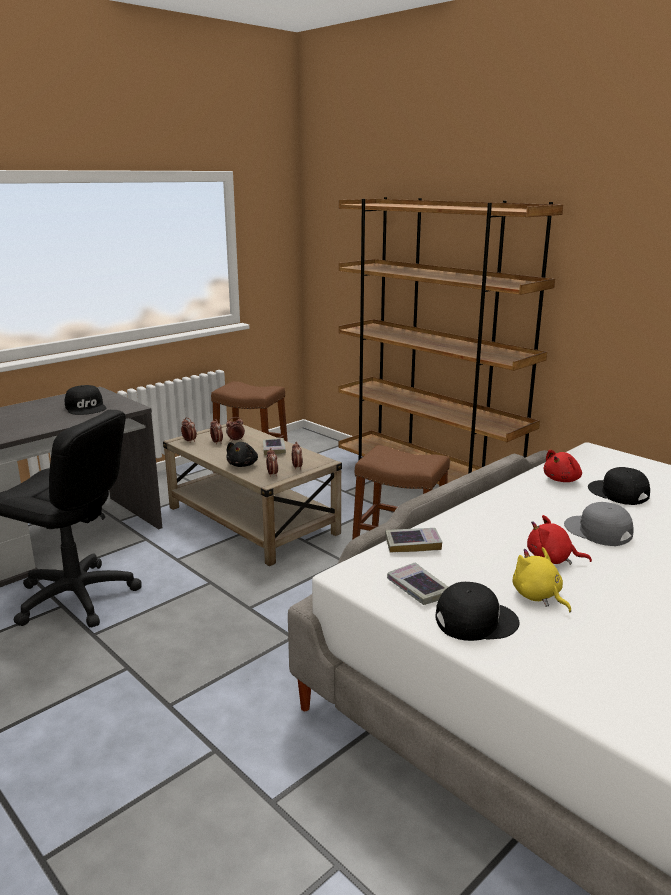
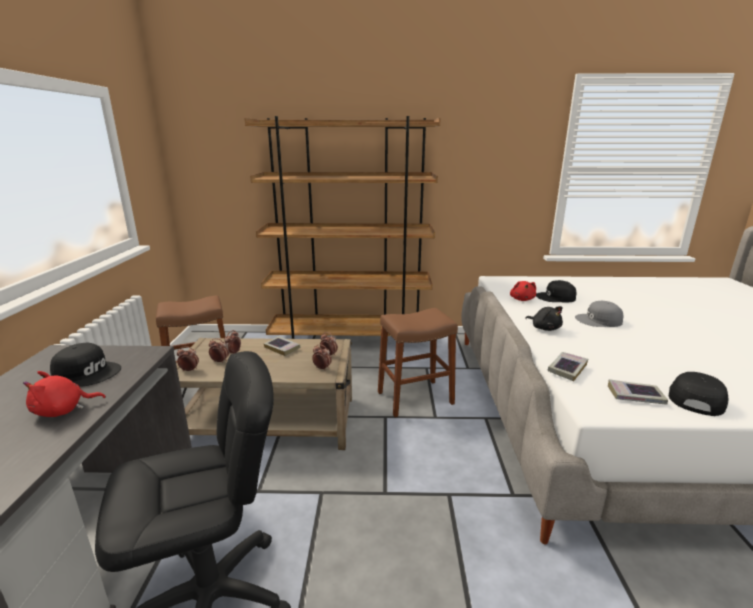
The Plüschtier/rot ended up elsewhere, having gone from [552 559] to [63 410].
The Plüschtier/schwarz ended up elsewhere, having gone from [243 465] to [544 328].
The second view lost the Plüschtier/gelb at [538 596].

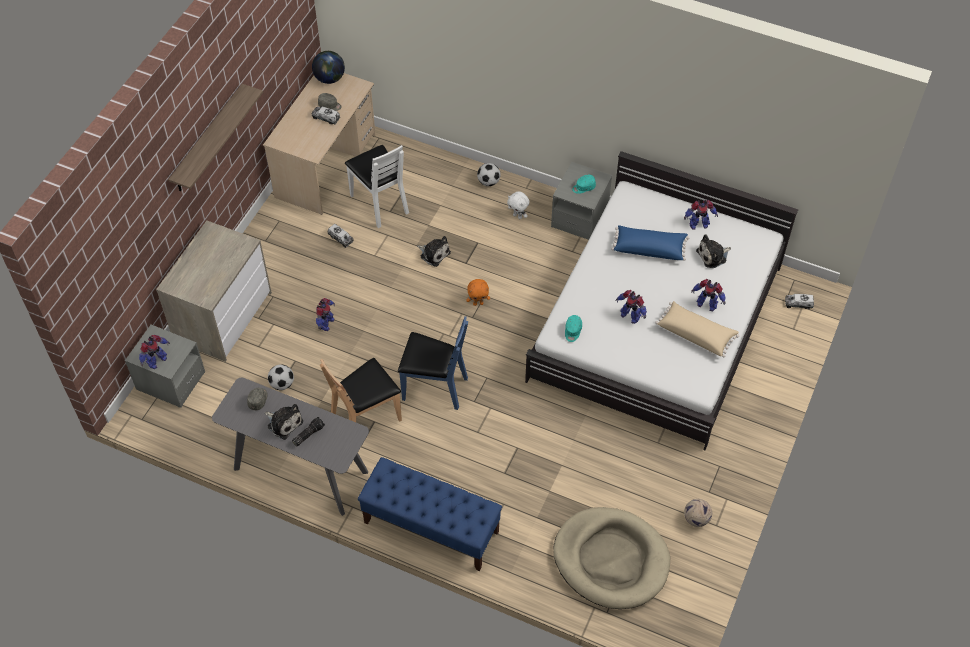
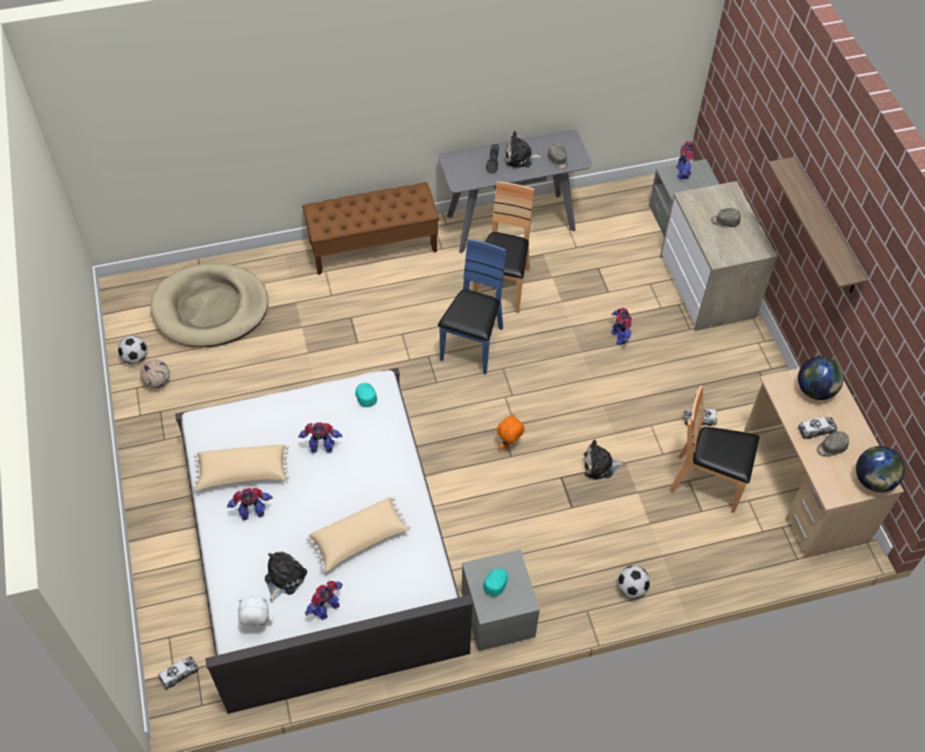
The Fußball ended up elsewhere, having gone from [282 384] to [135 358].
The Plüschtier/weiß ended up elsewhere, having gone from [518 216] to [257 624].
What was the Bank/blau at [431 527] turned into the Bank/braun at [373 246].
What was the Kissen/blau at [649 248] turned into the Kissen/beige at [359 539].
The Stuhl/blau at [434 387] ended up facing another way, 135 degrees clockwise from before.
What was the Stuhl/weiß at [380 203] turned into the Stuhl/braun at [707 482].
The second view gained the Kappe/grau at [725 221].
The second view gained the Globus at [815 390].

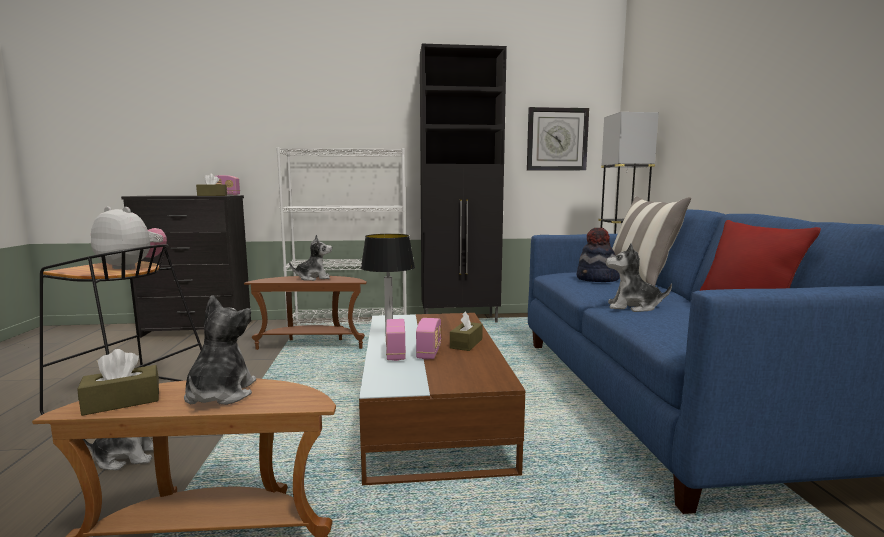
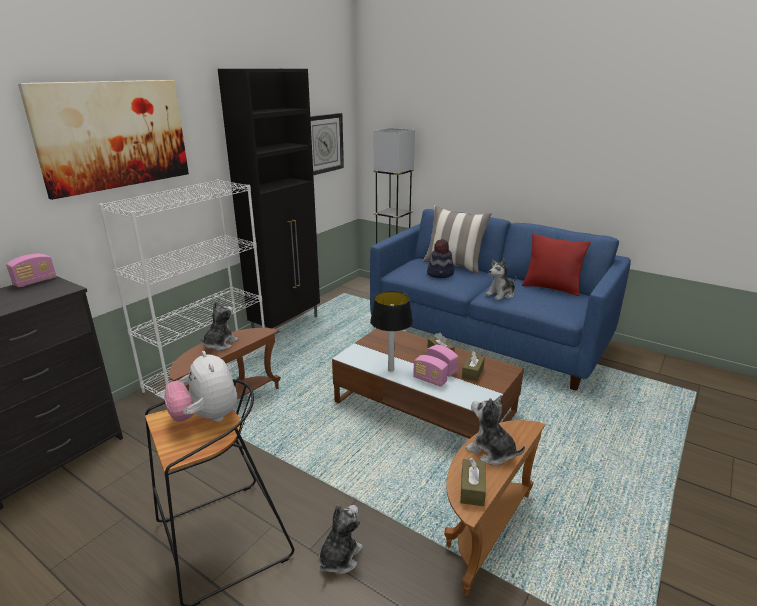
The second view gained the Bild at [114 135].
The Plüschtier at [132 267] ended up facing another way, 90 degrees counterclockwise from before.
The Taschentuchbox/braun ended up elsewhere, having gone from [212 195] to [472 373].

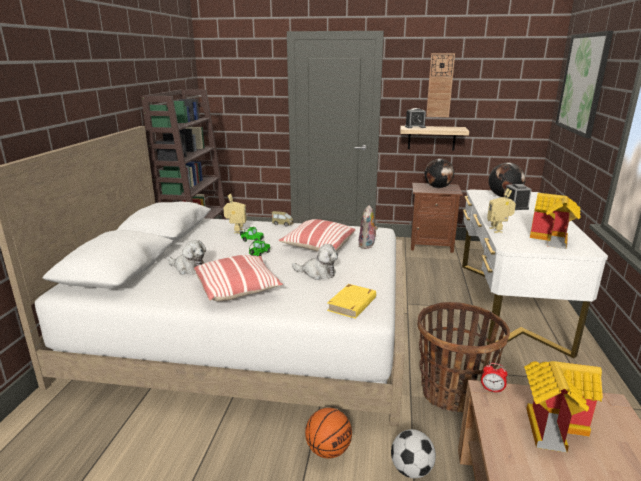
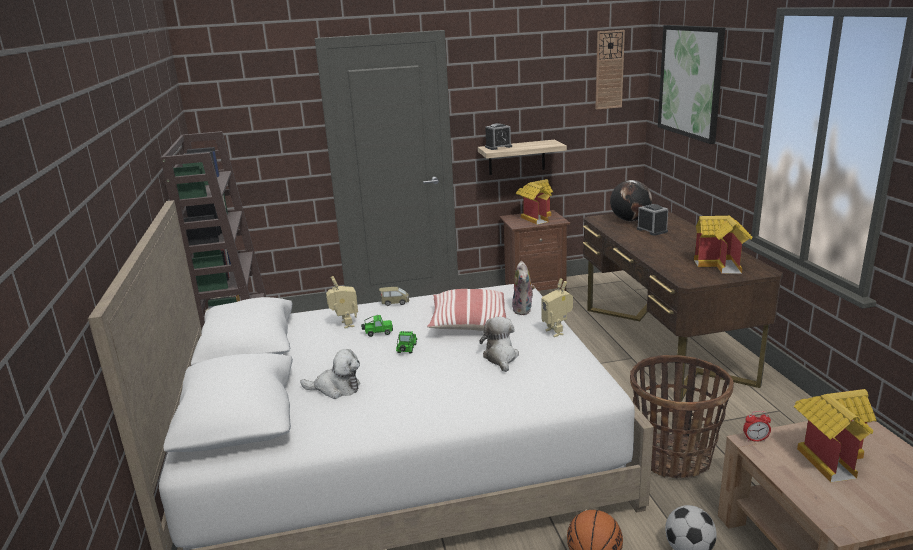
The Plüschtier at [317 273] ended up facing another way, 90 degrees counterclockwise from before.
Where the Globus stood at [438 187], the Spielzeughaus came to stand at [535 218].
The Spielzeugroboter ended up elsewhere, having gone from [498 230] to [557 331].
What was the Schreibtisch/weiß at [509 304] turned into the Schreibtisch/braun at [663 343].
The Wanduhr ended up elsewhere, having gone from [440 85] to [609 70].
The second view lost the Kissen at [238 289].
The second view lost the Buch/gelb at [352 304].

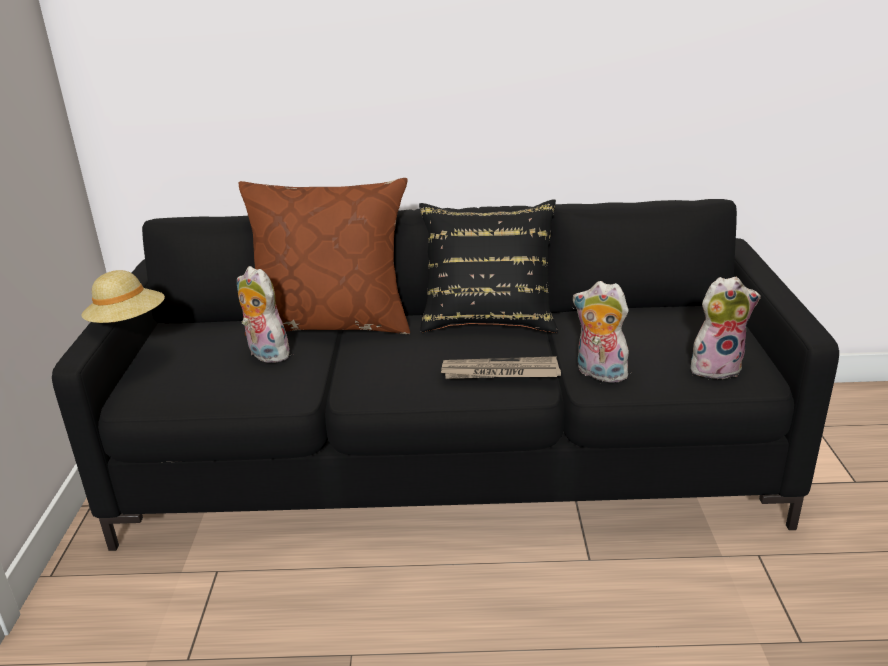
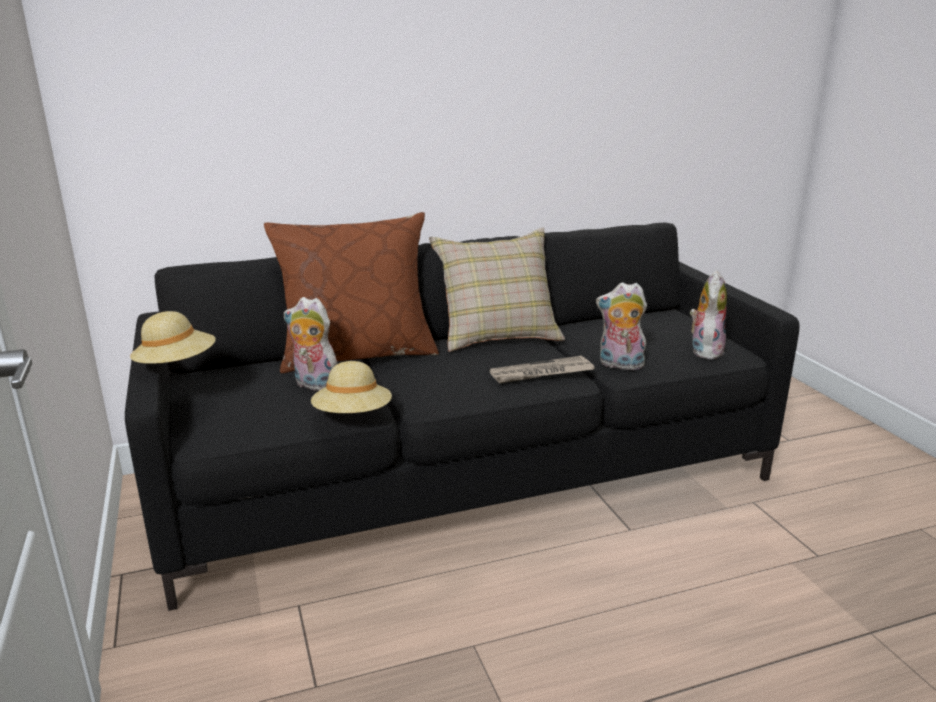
The second view gained the Hut/beige at [353 416].
What was the Kissen/schwarz at [488 317] turned into the Kissen/beige at [497 335].
The Plüschtier at [716 367] ended up facing another way, 45 degrees counterclockwise from before.

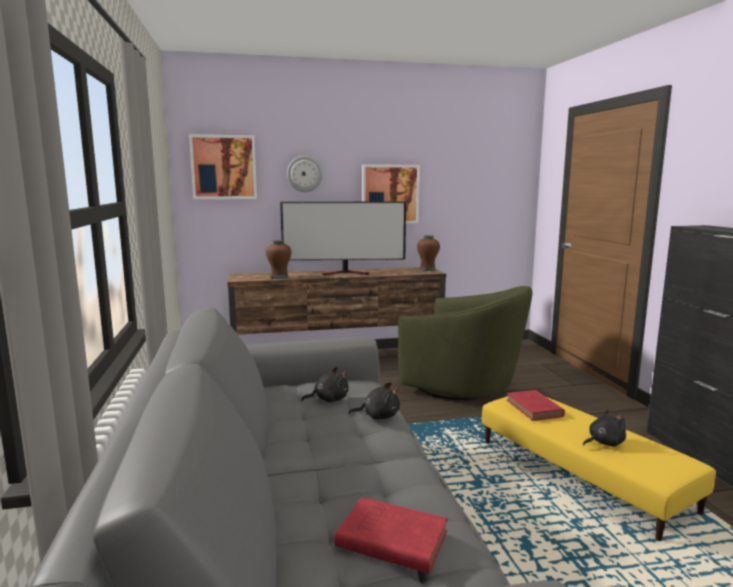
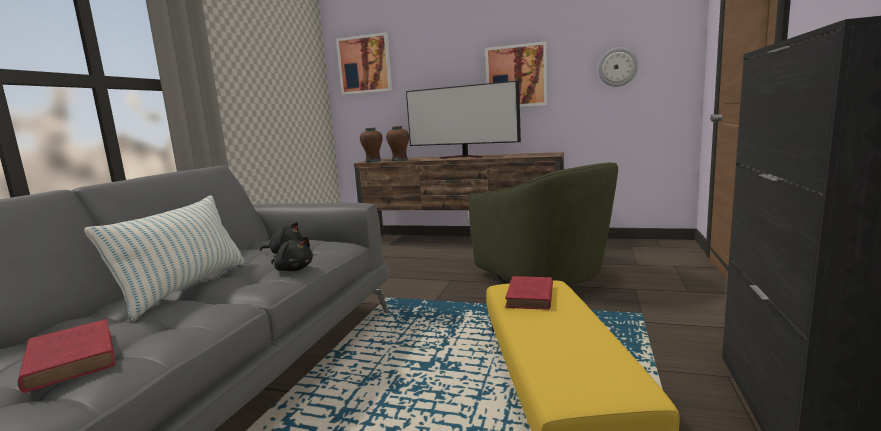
The second view gained the Kissen at [186 287].
The Vase/braun ended up elsewhere, having gone from [427 269] to [373 161].
The Wanduhr ended up elsewhere, having gone from [304 174] to [617 67].
The second view lost the Plüschtier/schwarz at [604 442].

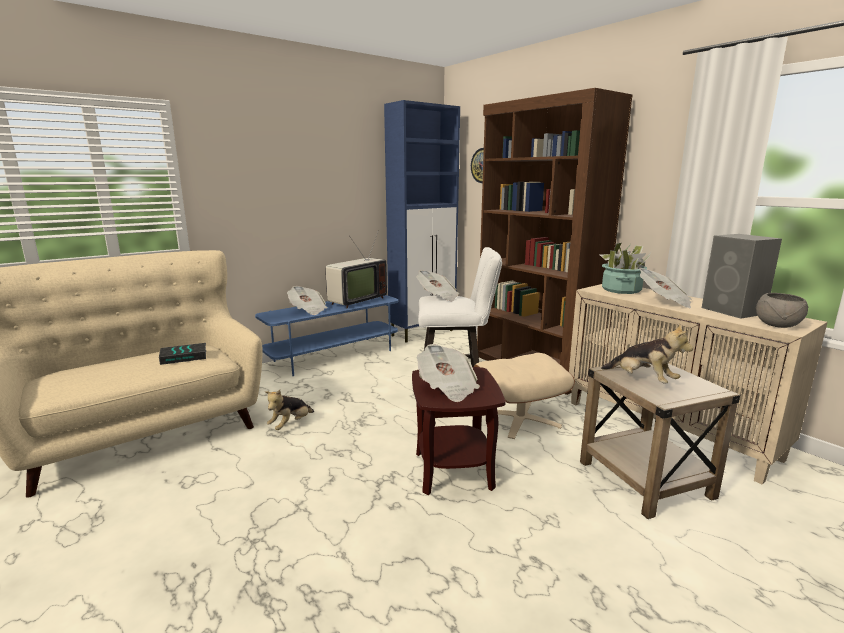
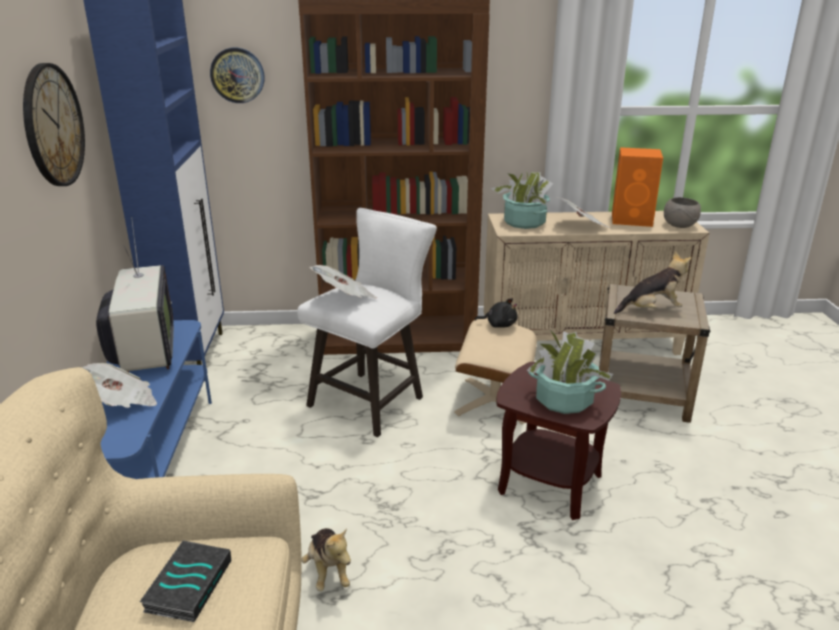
The second view gained the Wanduhr at [53 125].
The second view gained the Plüschtier/schwarz at [499 325].
Where the Zeitung stood at [447 388], the Topfpflanze came to stand at [564 400].
What was the Lautsprecher/grau at [734 311] turned into the Lautsprecher/orange at [633 220].

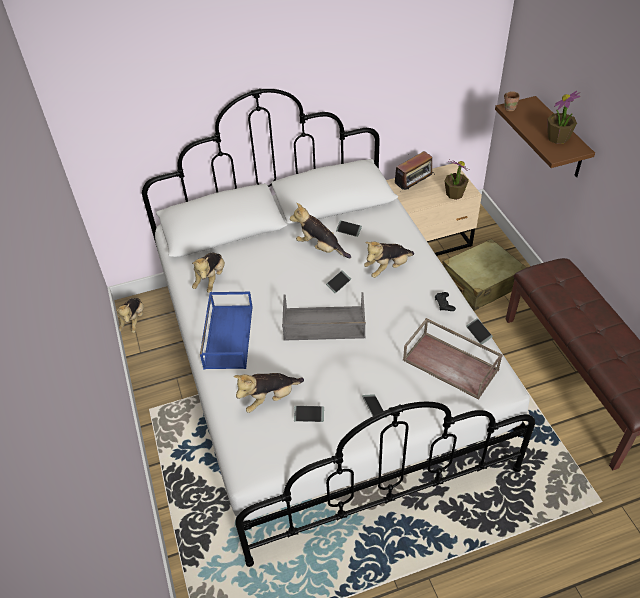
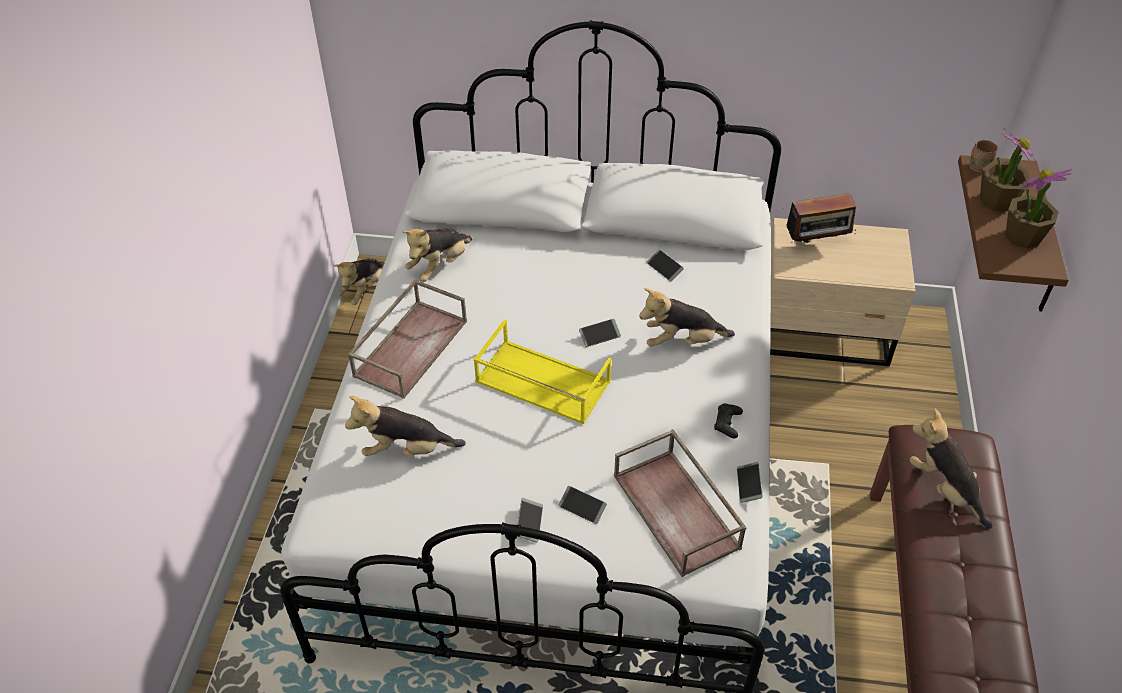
What was the Tablett/blau at [228 336] turned into the Tablett/braun at [410 347].
What was the Tablett/grau at [323 324] turned into the Tablett/gelb at [541 382].
The Handy ended up elsewhere, having gone from [309 415] to [582 507].
The Plüschtier ended up elsewhere, having gone from [320 248] to [944 489].
The Topfpflanze ended up elsewhere, having gone from [454 194] to [996 201].
The second view lost the Koffer/beige at [480 283].

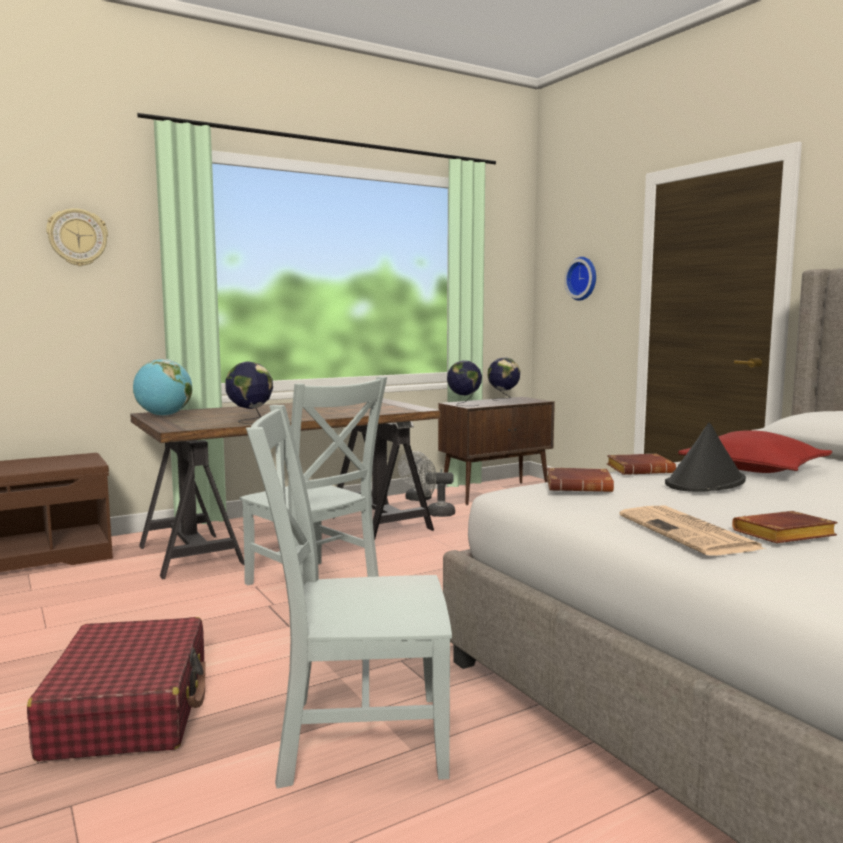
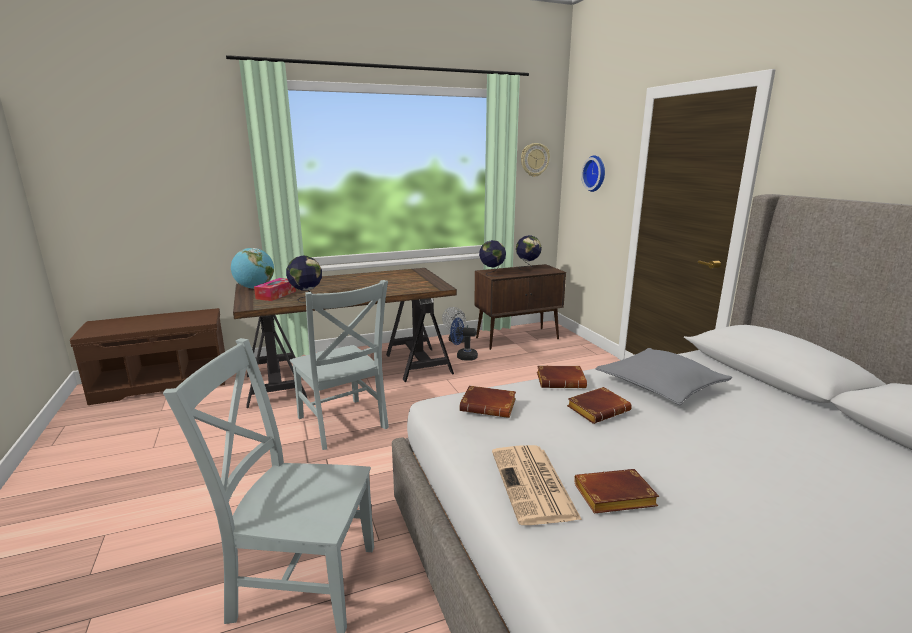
The second view gained the Taschentuchbox at [276 295].
What was the Ventilator/grau at [435 513] turned into the Ventilator/blau at [463 356].
The Wanduhr ended up elsewhere, having gone from [77 237] to [534 160].
Where the Hut/schwarz stood at [705 483], the Buch/braun came to stand at [598 409].
What was the Kissen/rot at [754 469] turned into the Kissen/grau at [660 386].
The second view lost the Koffer/rot at [129 709].

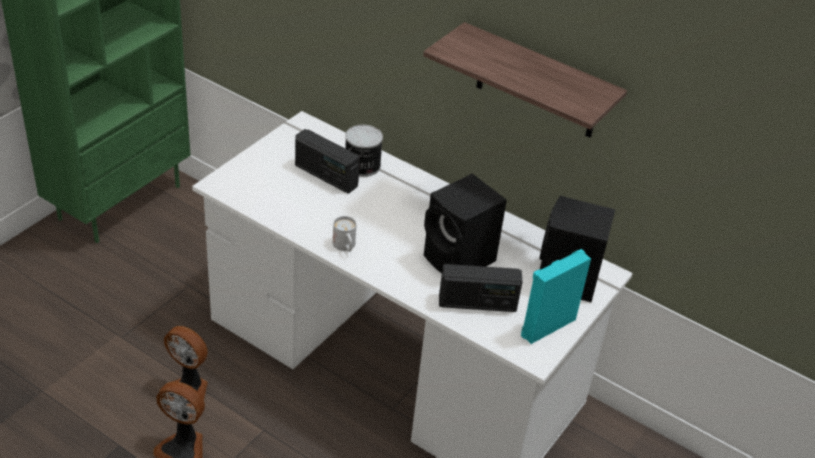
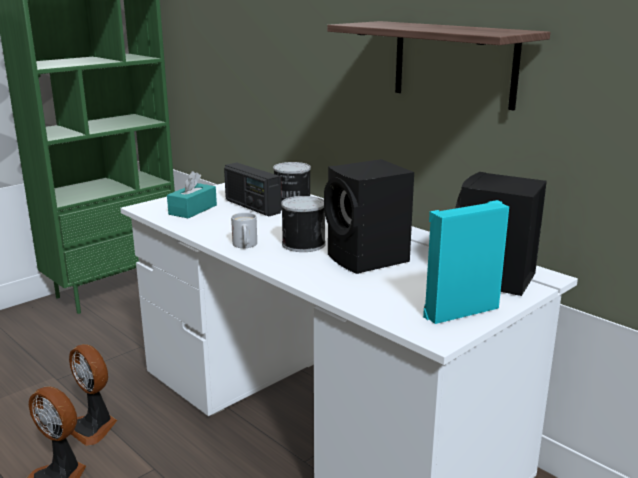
The second view gained the Taschentuchbox/türkis at [193 210].
The second view gained the Dose at [302 244].
The second view lost the Radio at [477 303].

